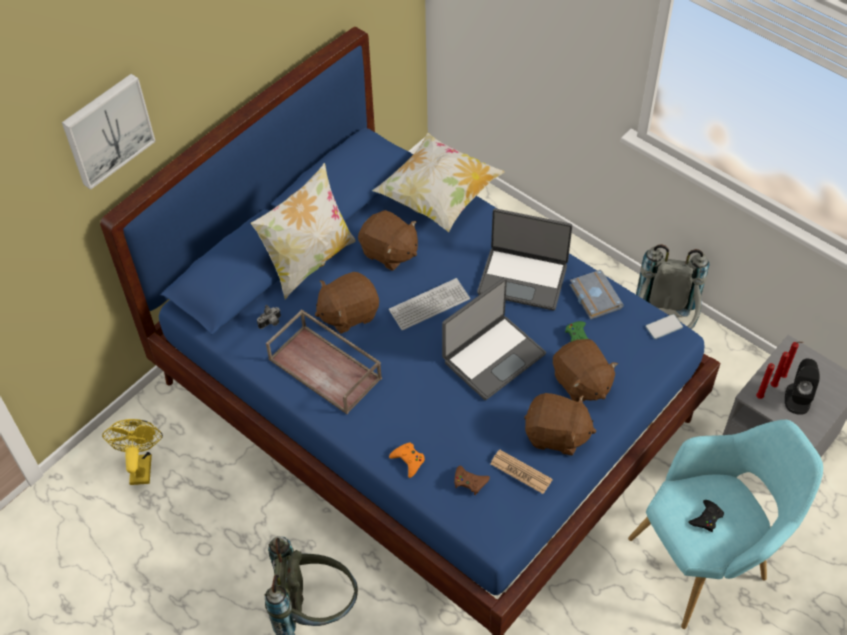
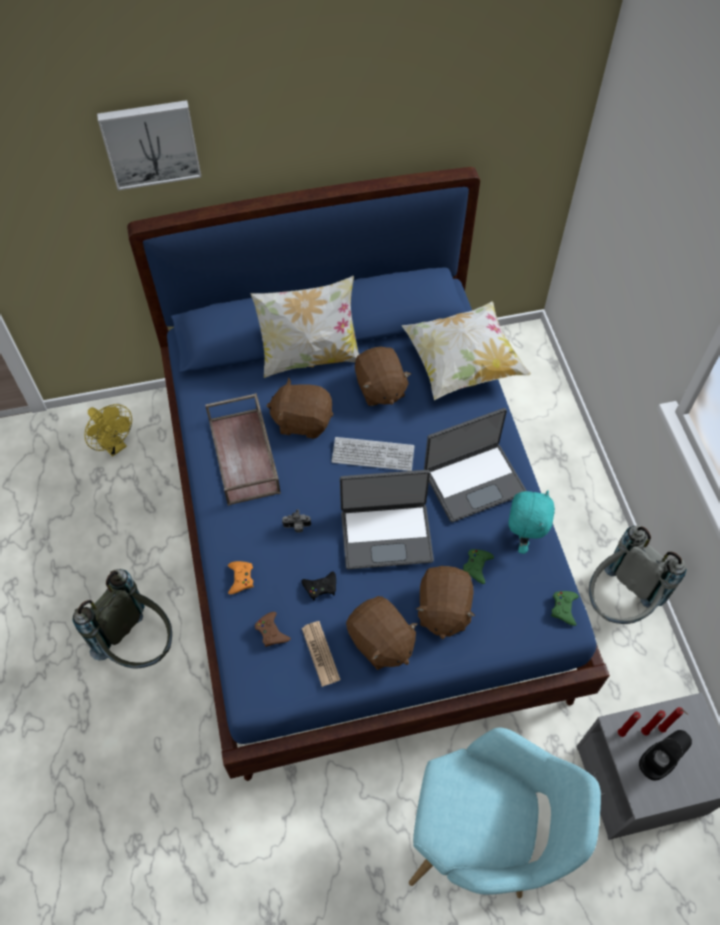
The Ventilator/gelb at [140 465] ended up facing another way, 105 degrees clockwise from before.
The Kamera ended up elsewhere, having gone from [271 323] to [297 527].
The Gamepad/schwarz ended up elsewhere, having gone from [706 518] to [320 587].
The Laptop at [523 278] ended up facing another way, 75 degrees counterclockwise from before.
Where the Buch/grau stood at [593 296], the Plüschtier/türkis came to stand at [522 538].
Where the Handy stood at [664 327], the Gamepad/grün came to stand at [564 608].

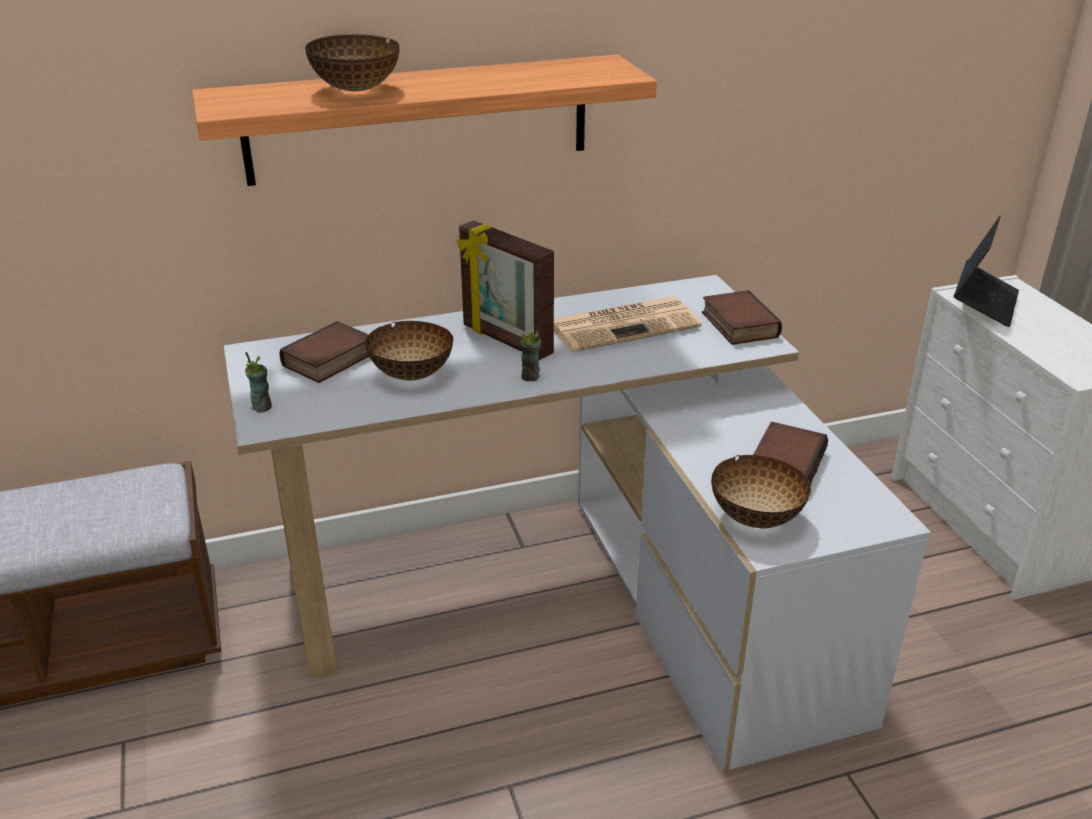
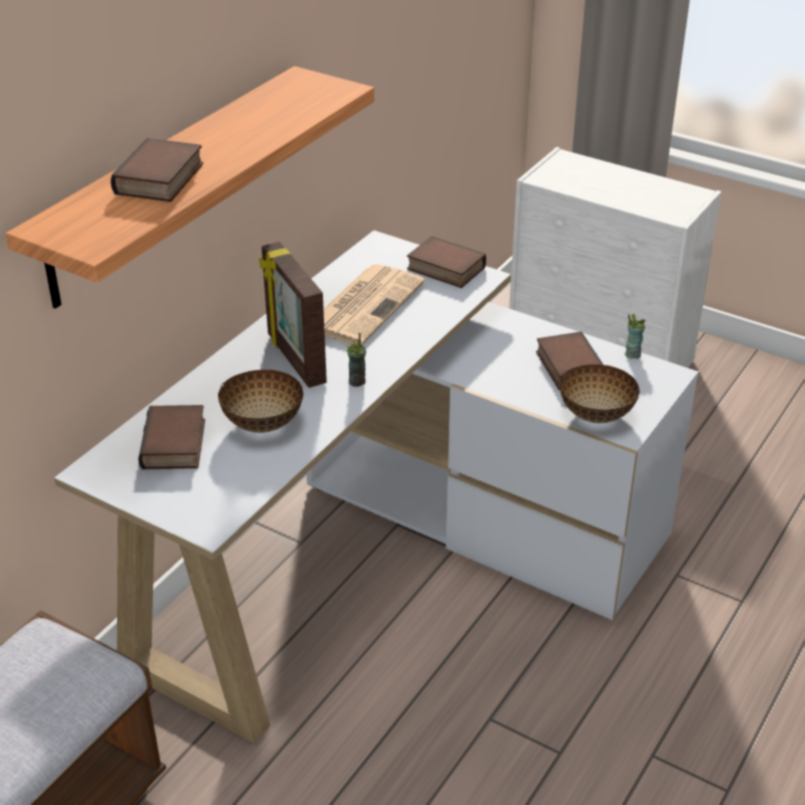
Where the Schüssel stood at [356 90], the Buch came to stand at [161 180].
The Bilderrahmen at [506 341] ended up facing another way, 60 degrees clockwise from before.
The Tasse ended up elsewhere, having gone from [262 407] to [632 354].
The second view lost the Laptop at [984 303].

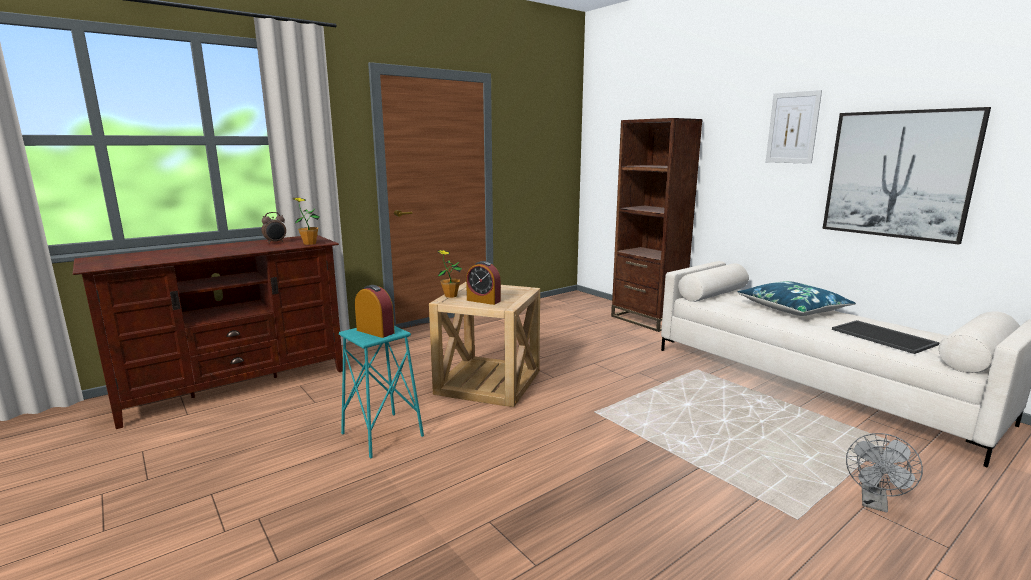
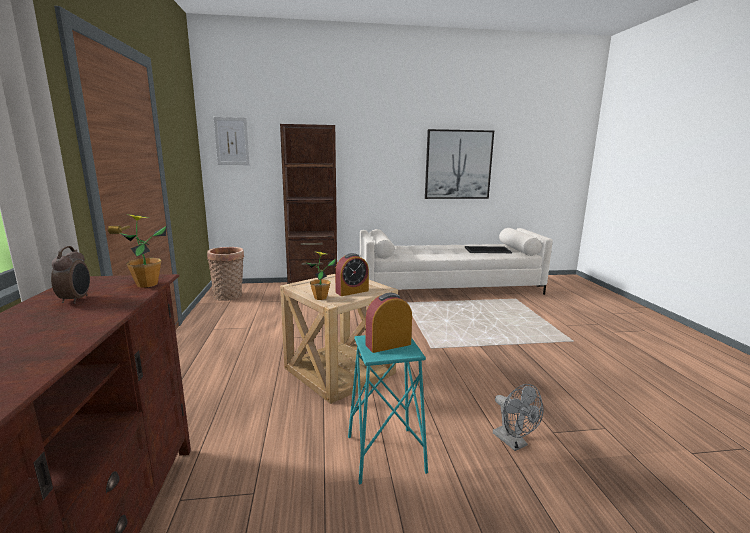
The second view gained the Korb at [229 296].
The Bild ended up elsewhere, having gone from [792 127] to [232 141].
The Ventilator/grau ended up elsewhere, having gone from [874 503] to [514 442].
The second view lost the Kissen/blau at [792 309].

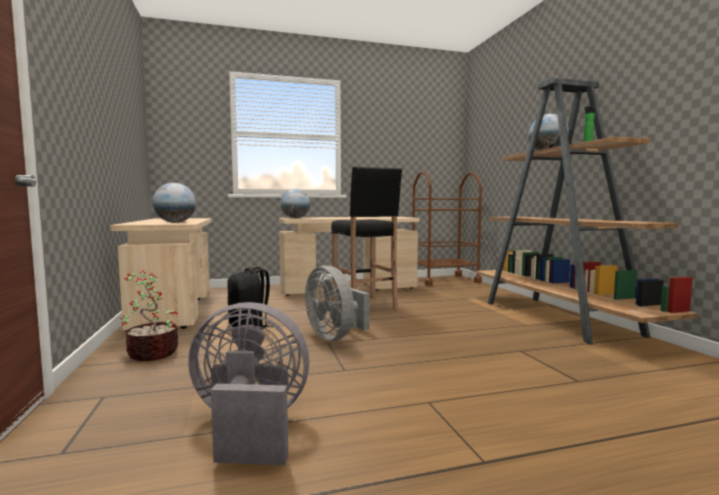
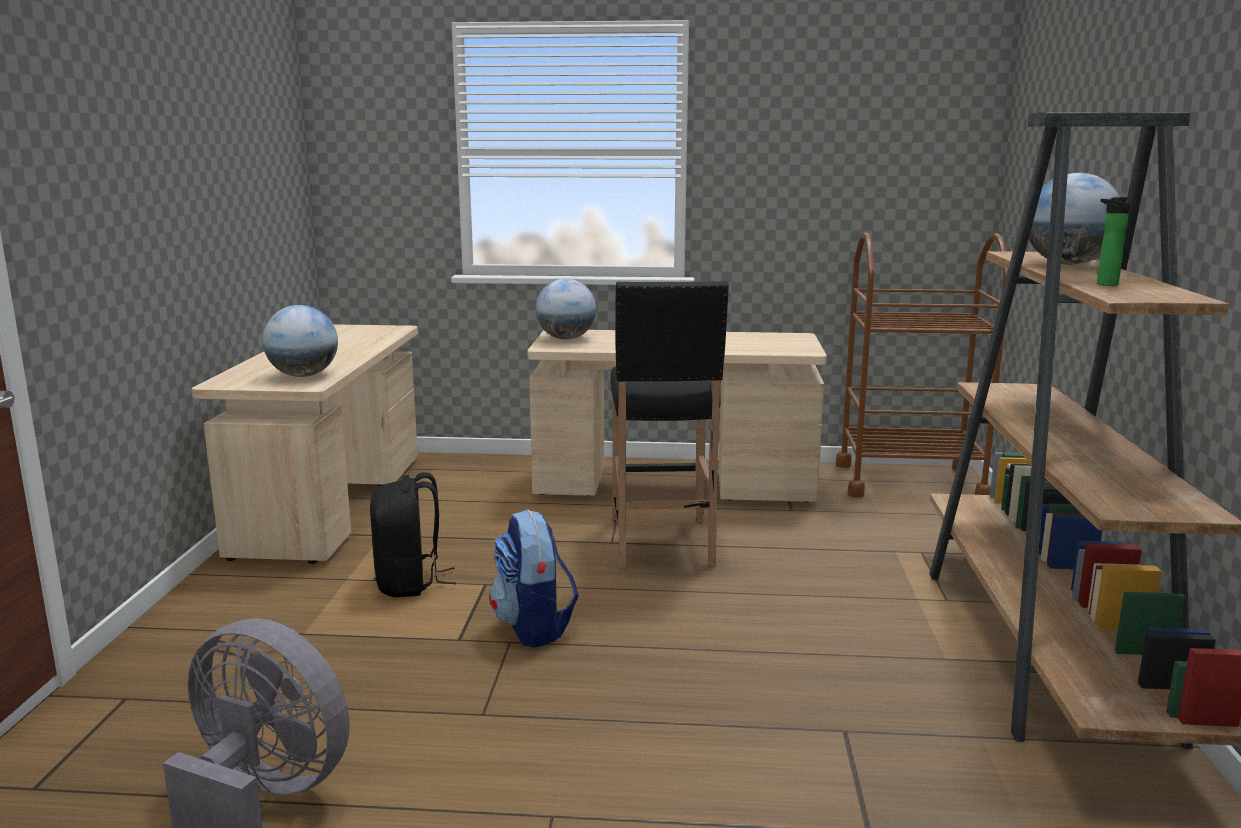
Where the Ventilator/grau stood at [335 337], the Rucksack came to stand at [534 627].
The second view lost the Topfpflanze at [152 353].

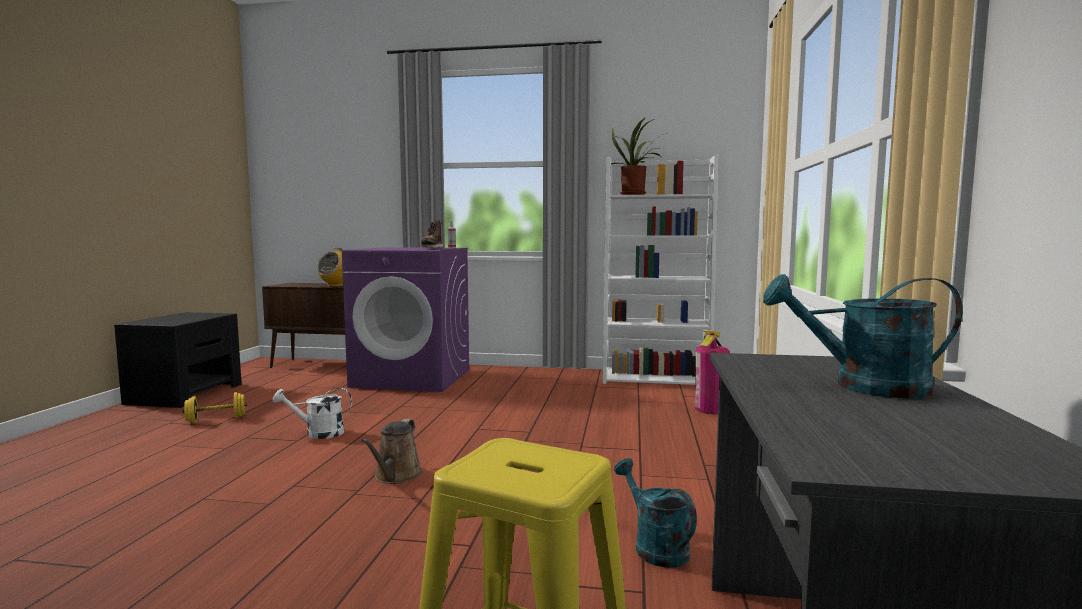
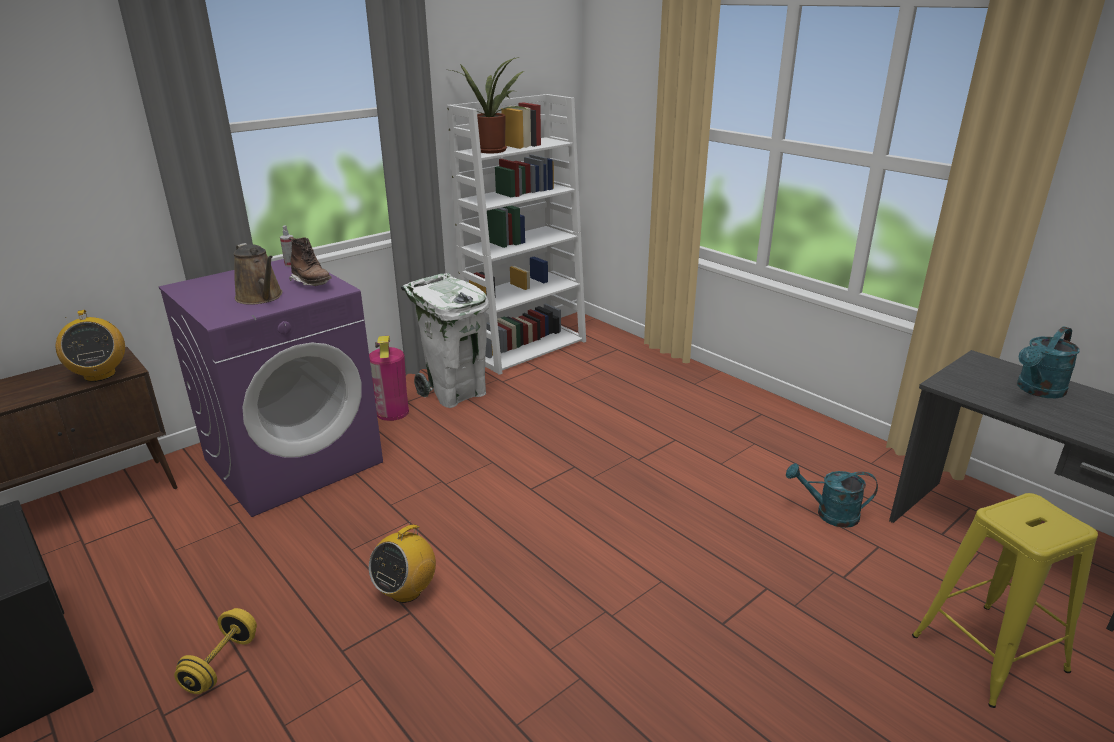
The Gießkanne/braun ended up elsewhere, having gone from [396 476] to [261 297].
The Feuerlöscher ended up elsewhere, having gone from [710 409] to [393 412].
Where the Gießkanne/weiß stood at [318 433], the Radio came to stand at [406 591].
The second view gained the Mülleimer/weiß at [455 393].

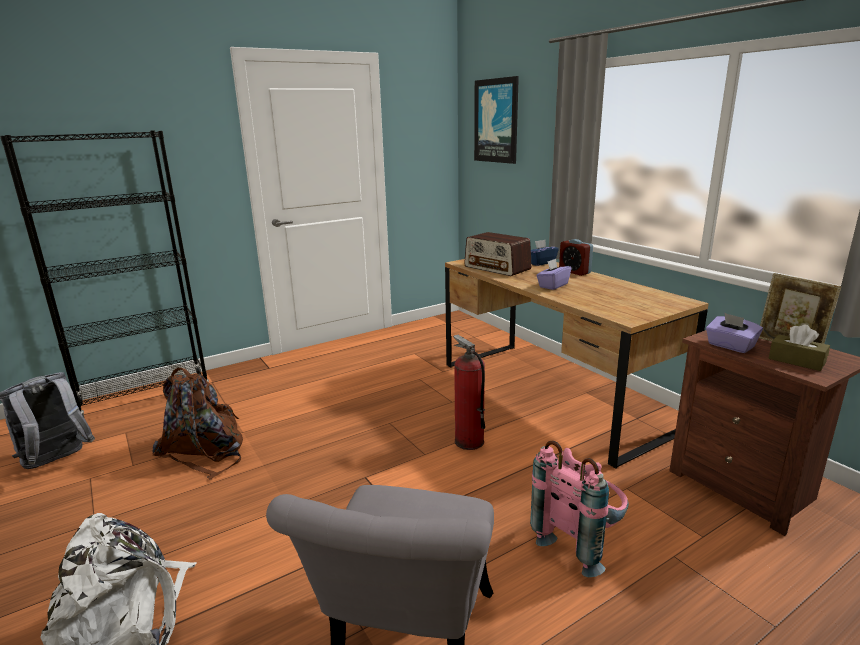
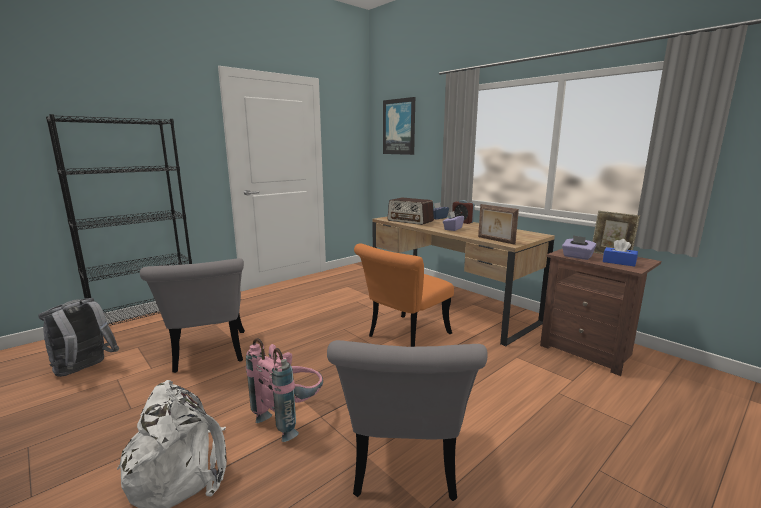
Where the Rucksack/braun stood at [205 451], the Stuhl/grau came to stand at [208 355].
The Rucksack/rosa ended up elsewhere, having gone from [580 541] to [291 417].
Where the Feuerlöscher stood at [468 441], the Stuhl/orange came to stand at [403 337].
The second view gained the Bilderrahmen at [495 240].
What was the Taschentuchbox/braun at [796 361] turned into the Taschentuchbox/blau at [619 262].

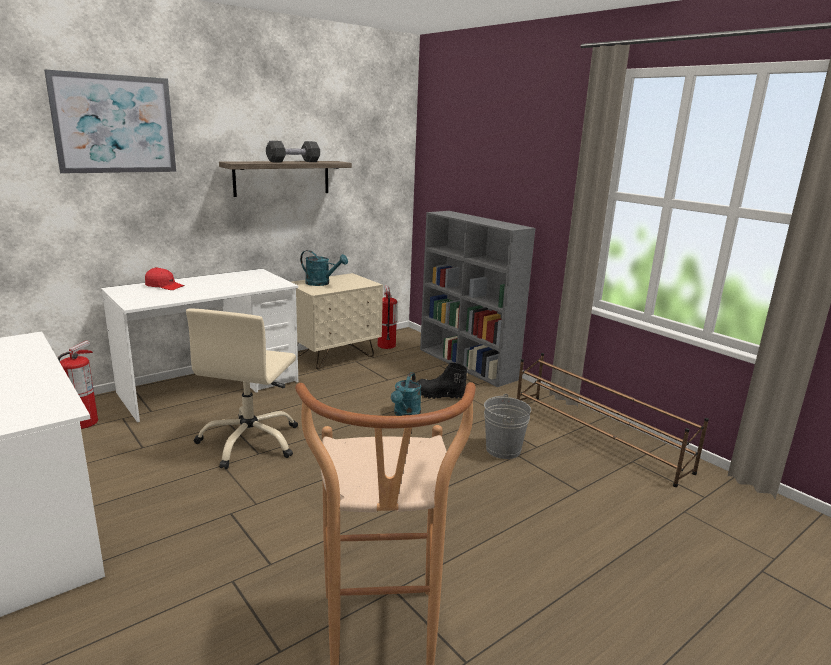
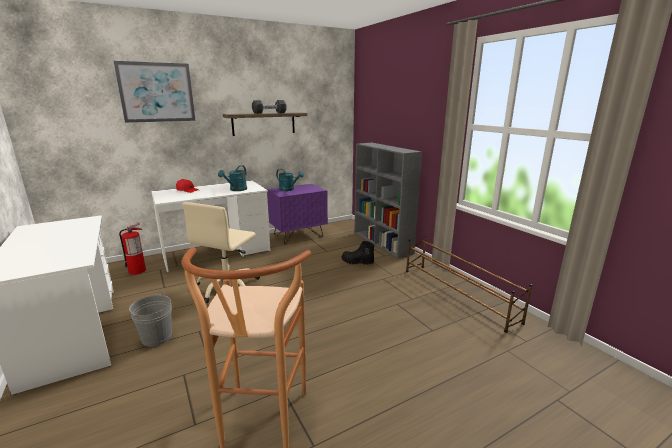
The Eimer/grau ended up elsewhere, having gone from [503 449] to [157 337].
The Gießkanne/türkis ended up elsewhere, having gone from [405 414] to [236 190].
What was the Nachttisch/beige at [334 356] turned into the Nachttisch/lila at [298 235].
The second view lost the Feuerlöscher at [386 345].

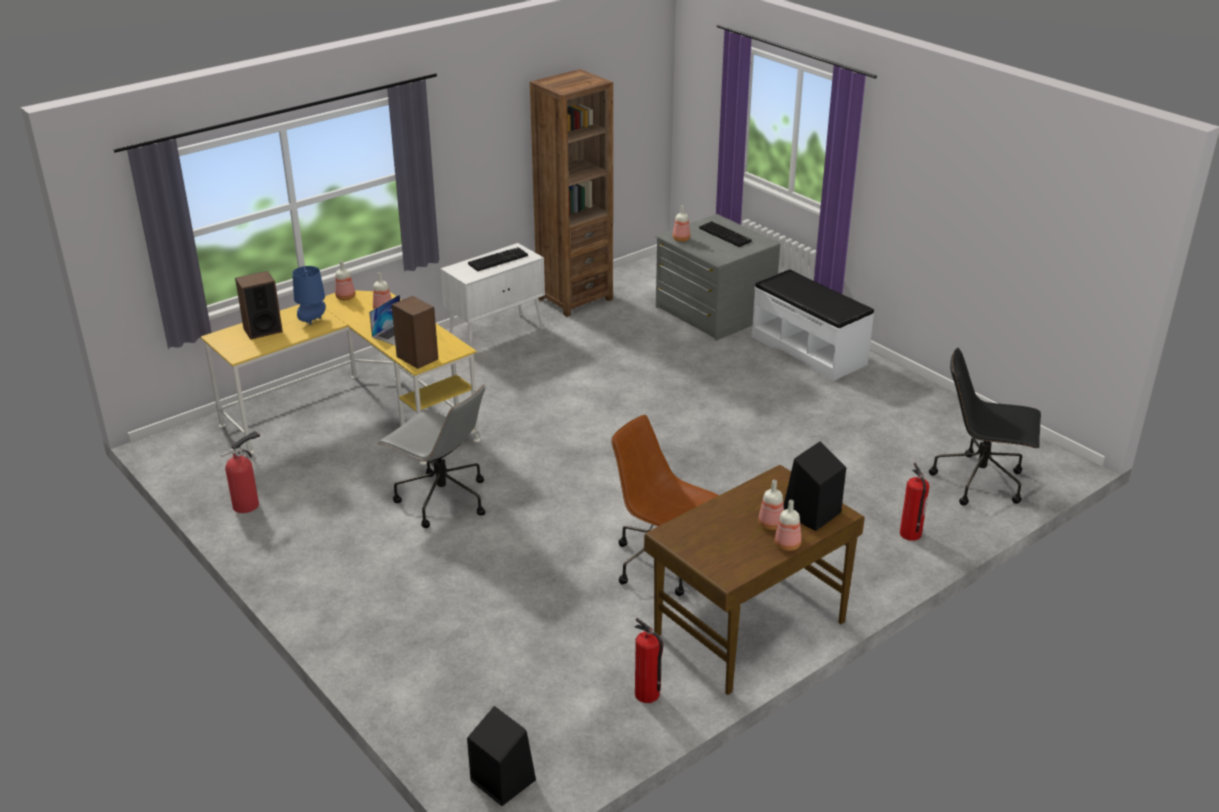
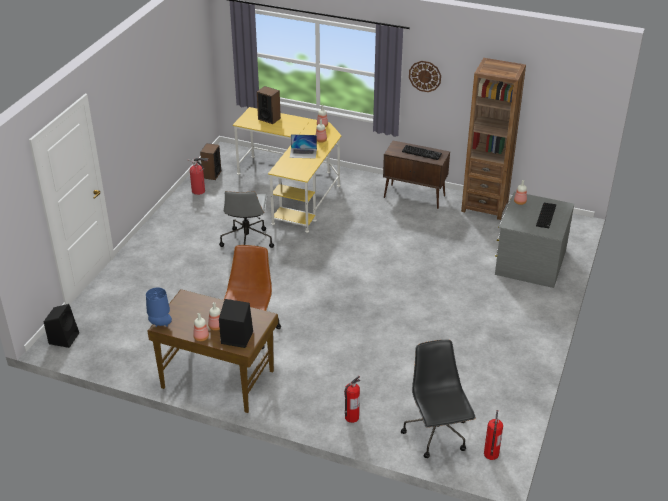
The Tischlampe/blau ended up elsewhere, having gone from [312 321] to [160 325].
The Lautsprecher ended up elsewhere, having gone from [417 358] to [211 174].
What was the Schrank/weiß at [497 335] turned into the Schrank/braun at [415 197].
The second view gained the Wanduhr at [425 76].
The Feuerlöscher ended up elsewhere, having gone from [647 694] to [491 454].
The second view lost the Bank/weiß at [809 350].

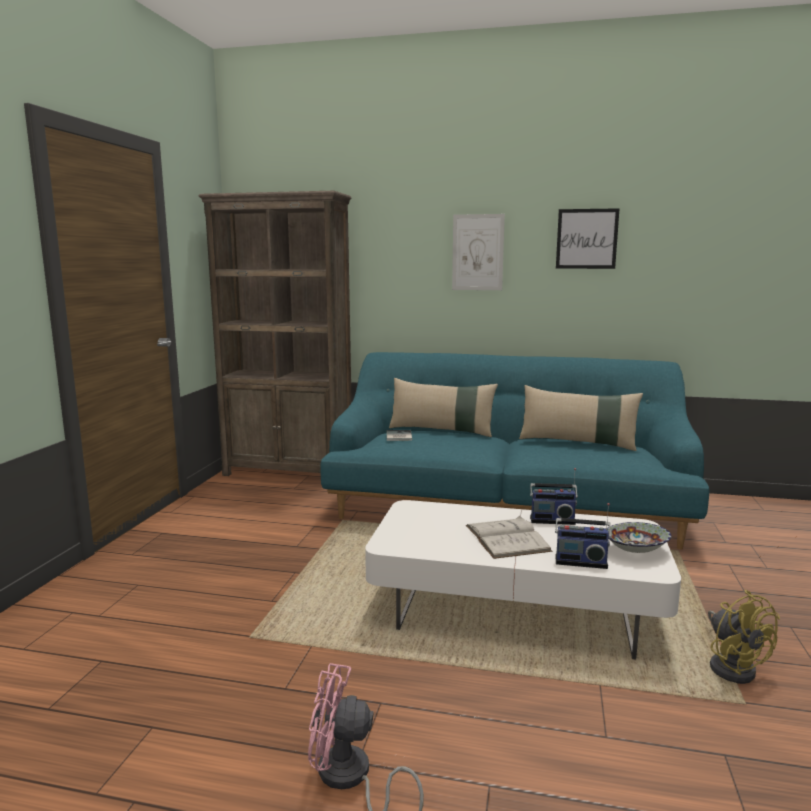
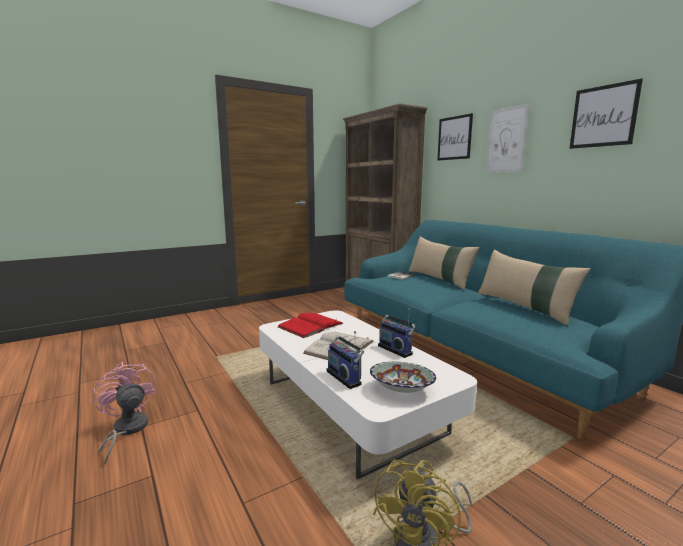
The second view gained the Buch/rot at [310 325].
The second view gained the Bild at [454 138].

